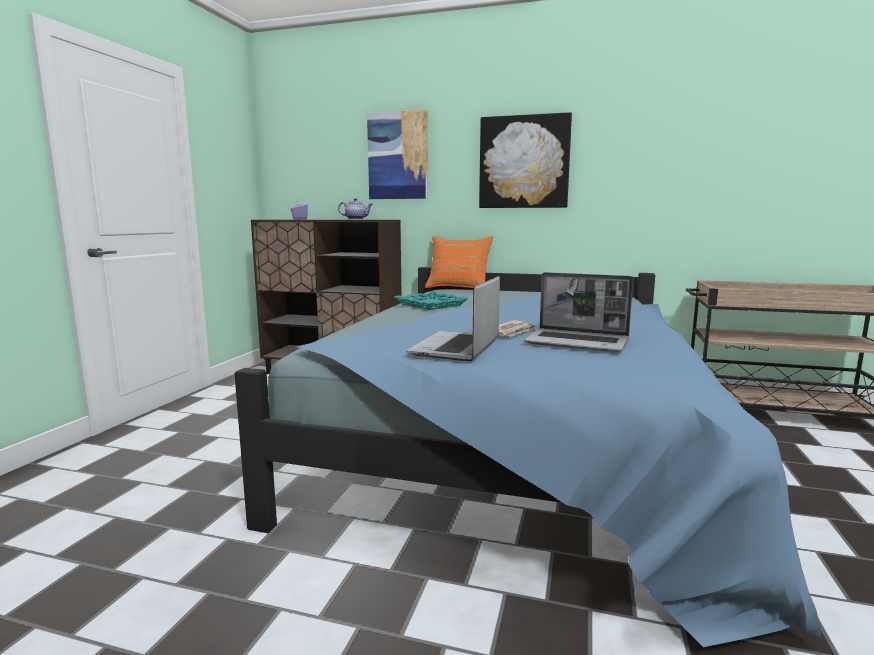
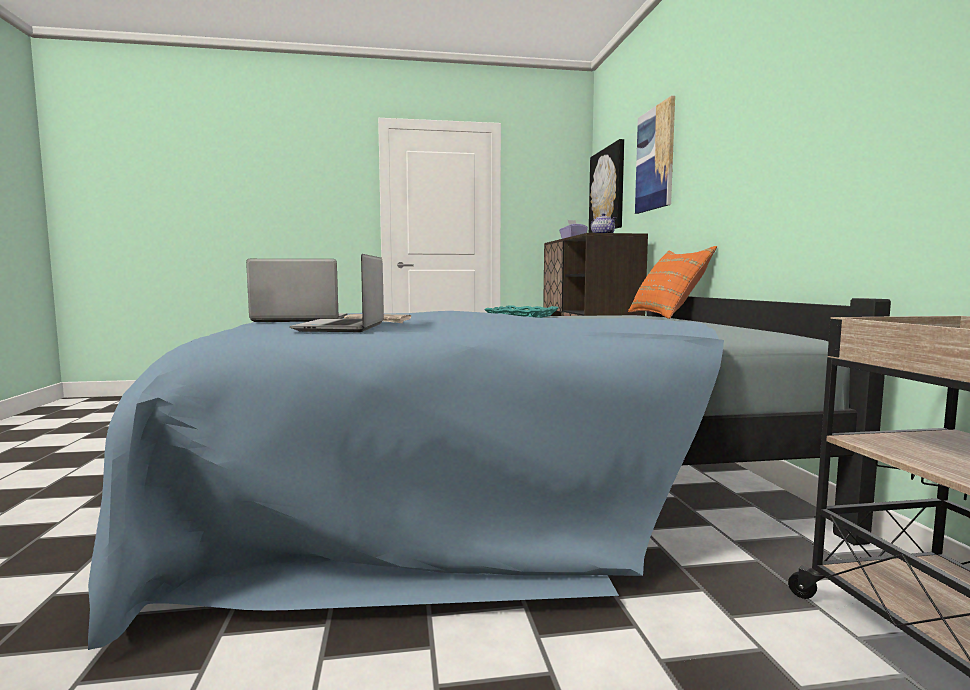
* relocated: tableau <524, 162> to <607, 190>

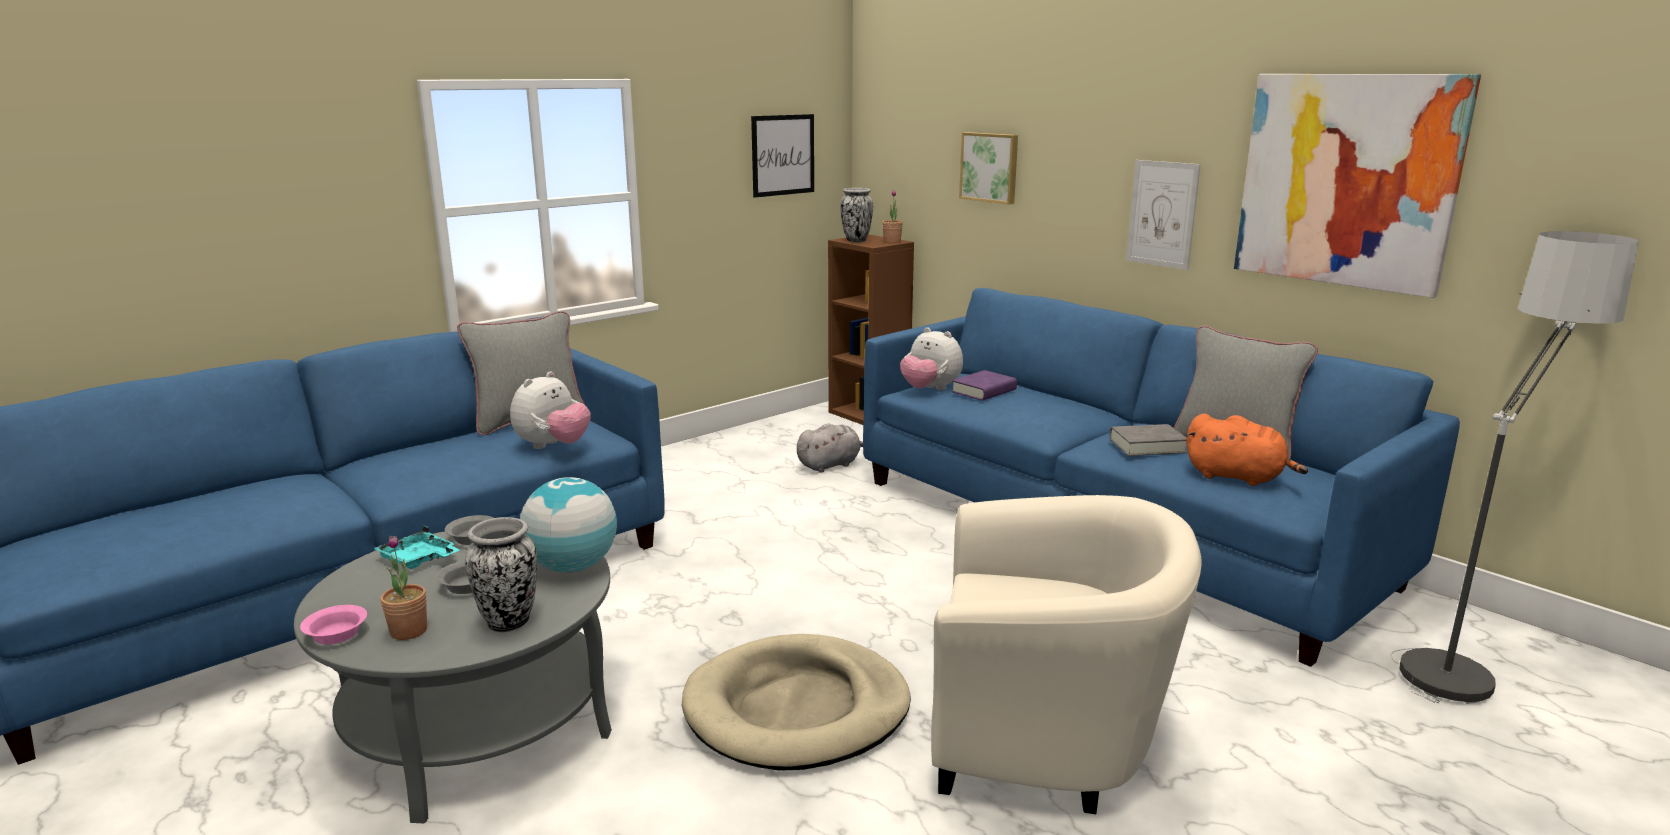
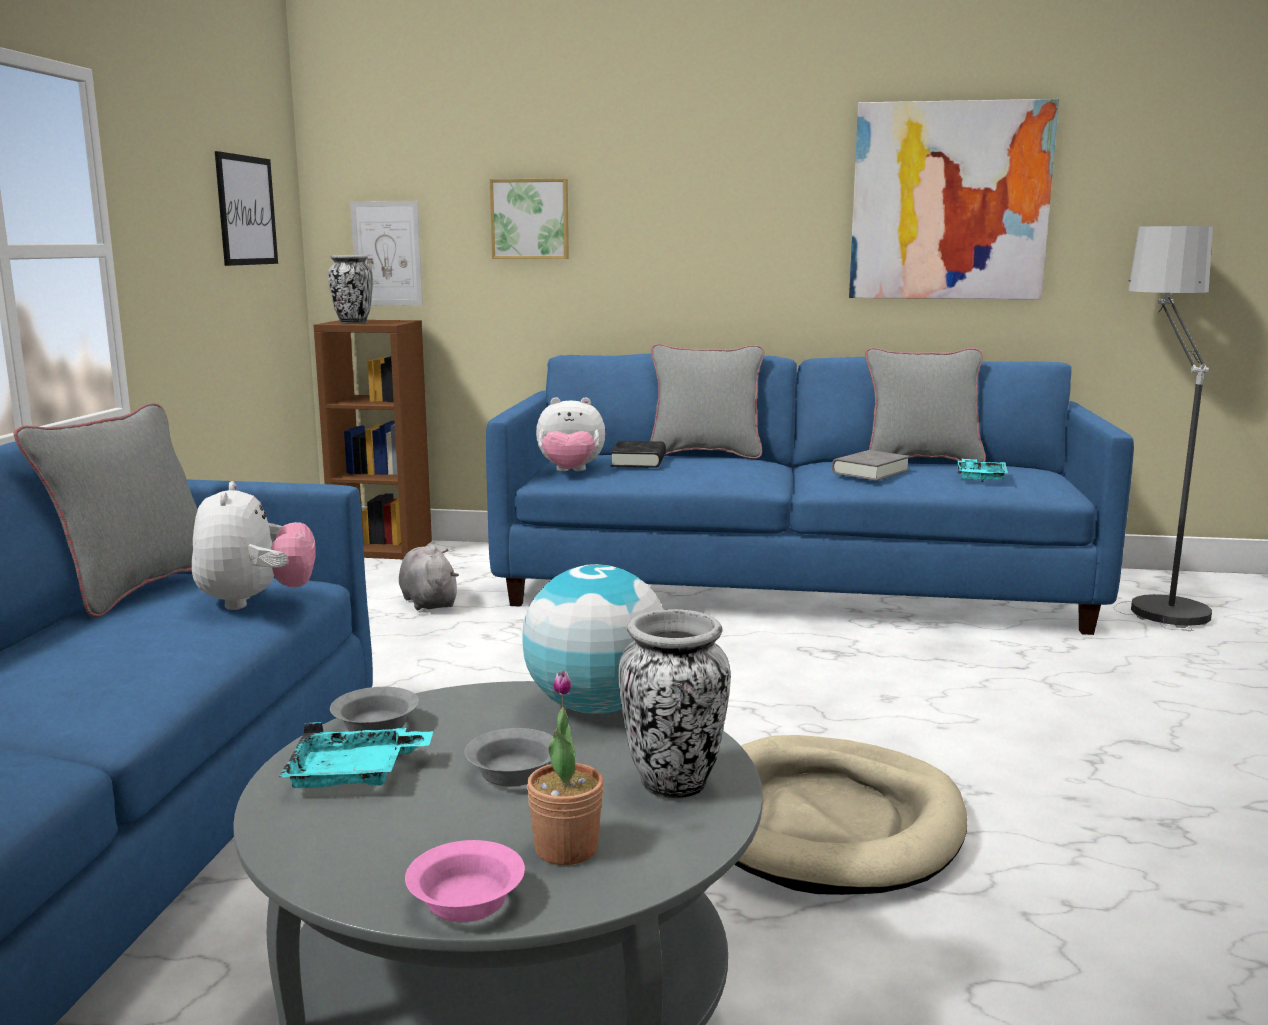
* relocated: tableau <1162, 214> to <387, 253>
* missing: plante en pot <892, 242>
* colour: livre [violet] <984, 391> to livre [noir] <638, 461>
* exchanged: peluche [orange] <1238, 477> to plateau [turquoise] <980, 478>
* spun: peluche [gris] <831, 465> = <428, 602> 45 degrees counterclockwise
* missing: fauteuil [beige] <1047, 739>
* appeared: coussin [gris] <705, 454>

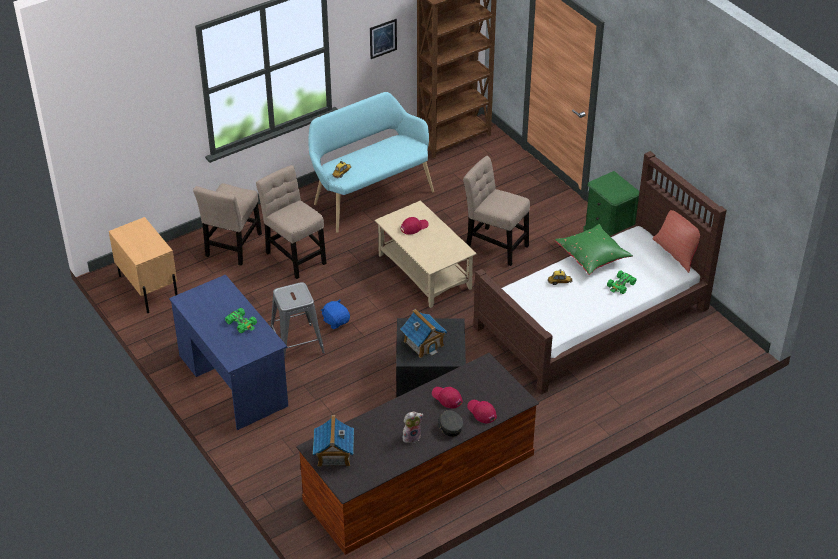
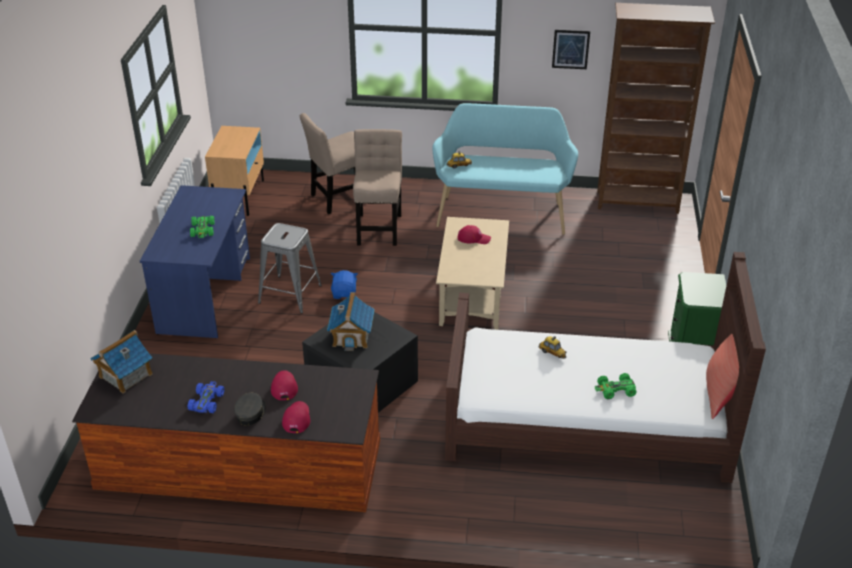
* missing: chaise [beige] <494, 245>
* missing: coussin [vert] <592, 257>
* exchanged: peluche <411, 437> to petite voiture [bleu] <206, 401>

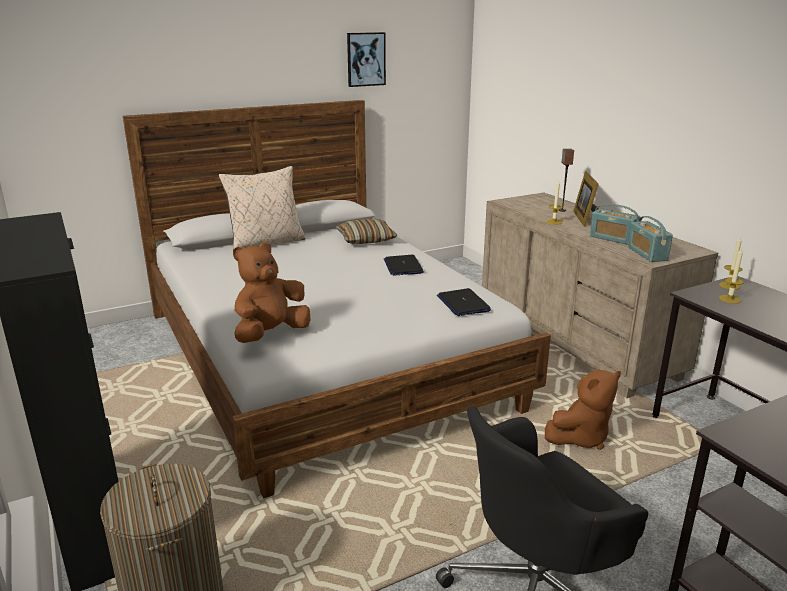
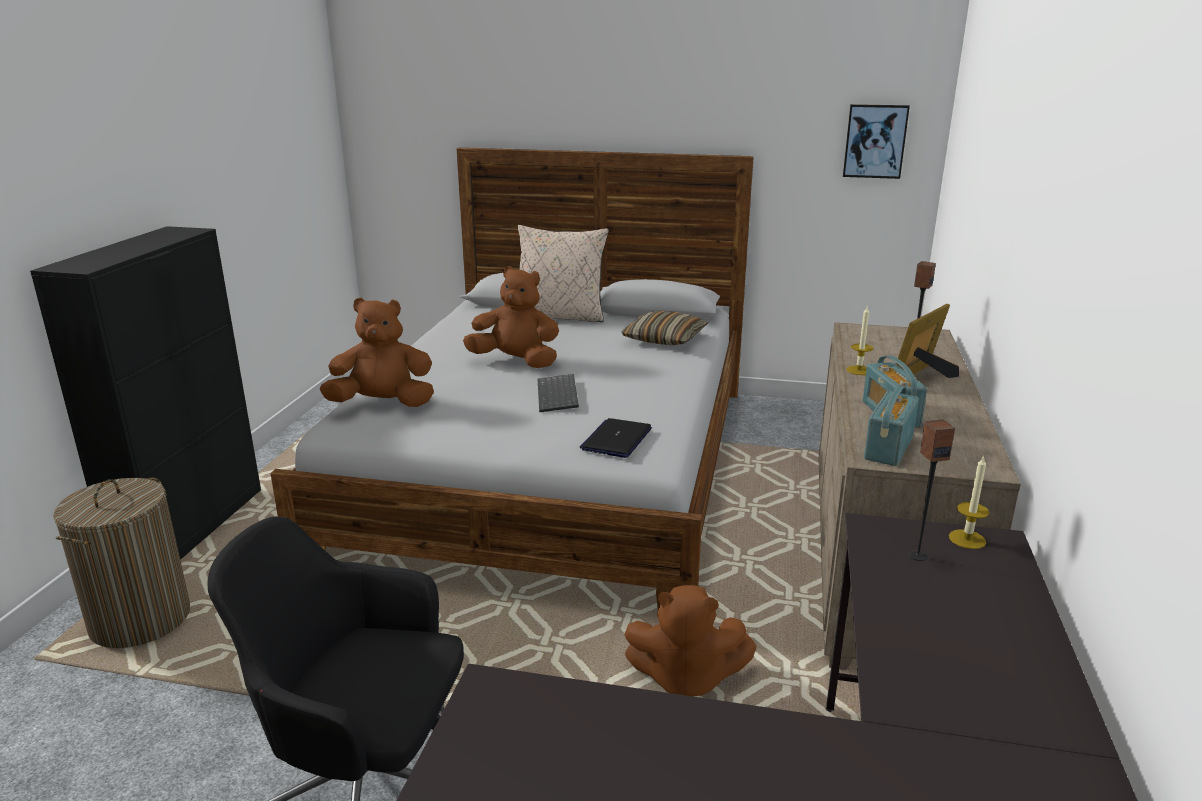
* relocated: tableau <365, 59> to <875, 141>
* exchanged: bougie <730, 299> to enceinte <917, 555>
* missing: ordinateur portable <403, 266>
* appeared: peluche [marron] <516, 362>
* appeared: clavier <559, 395>

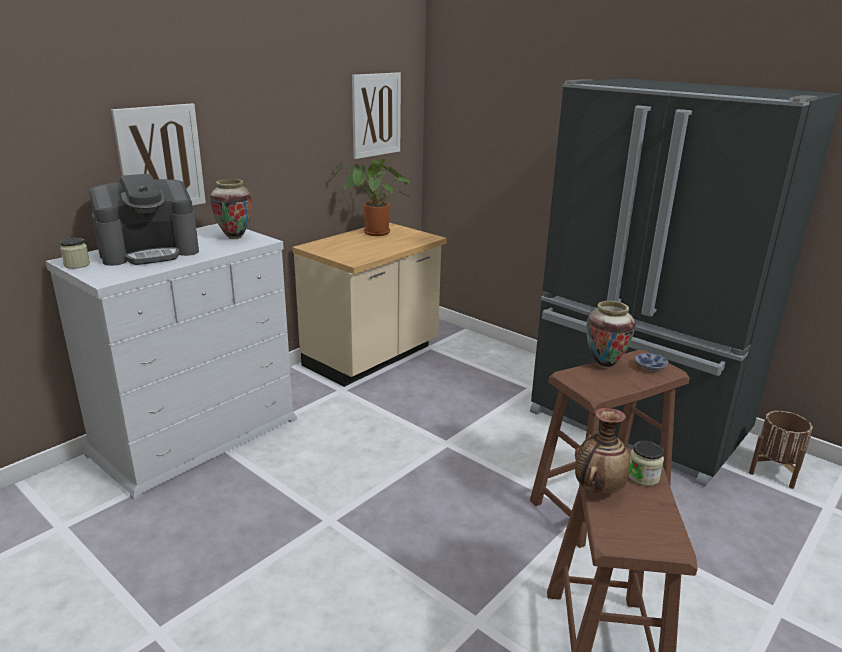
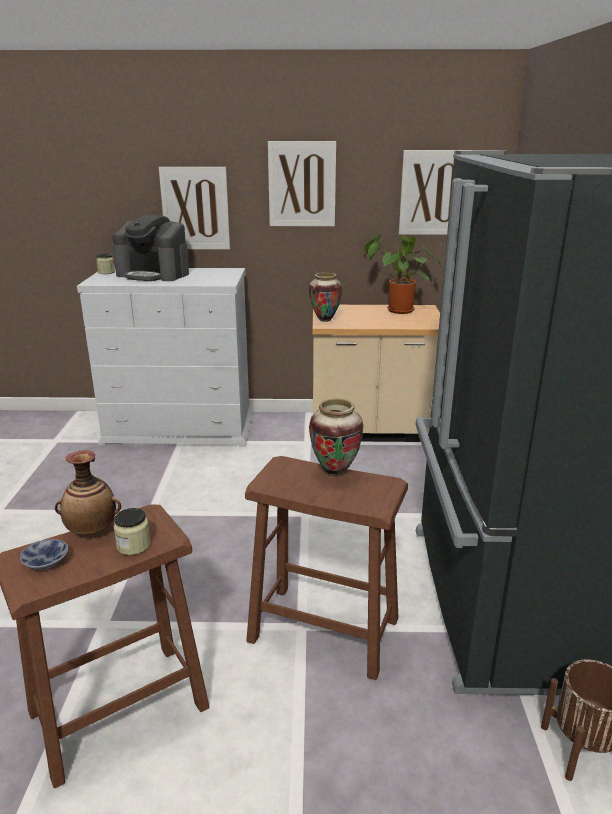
* relocated: vase <235, 237> to <325, 320>
* relocated: bol <651, 366> to <47, 562>
* appeared: tableau <302, 184>

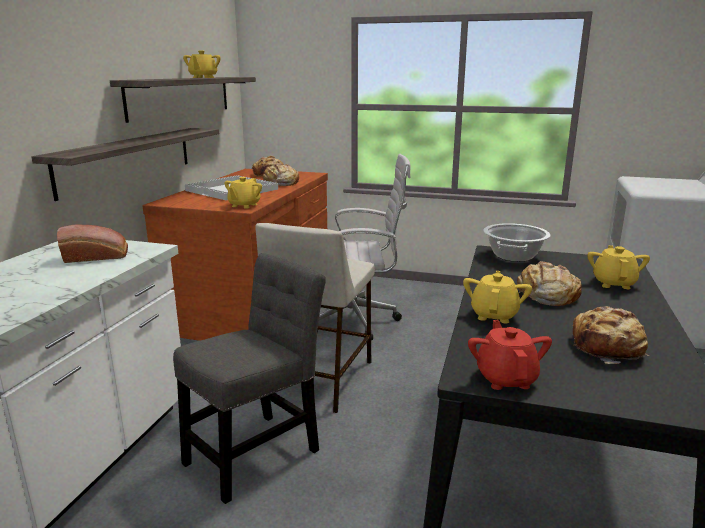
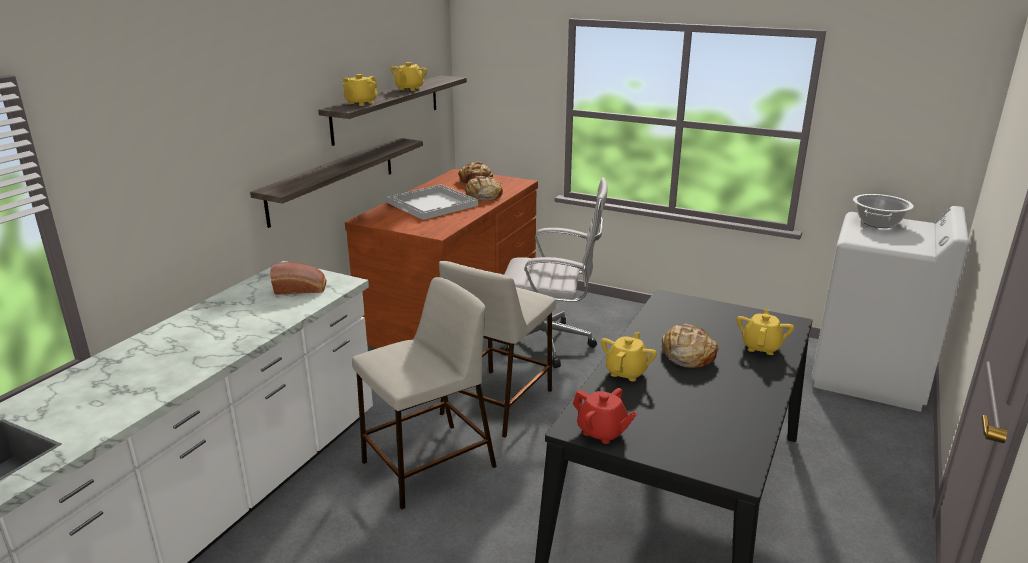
* relocated: théière [jaune] <244, 205> to <361, 103>
* relocated: marmite <513, 256> to <878, 223>
* exchanged: chaise [gris] <257, 452> to tabouret [beige] <427, 465>
* missing: pain <608, 348>
* spun: théière [rouge] <506, 378> = <602, 432> 120 degrees clockwise

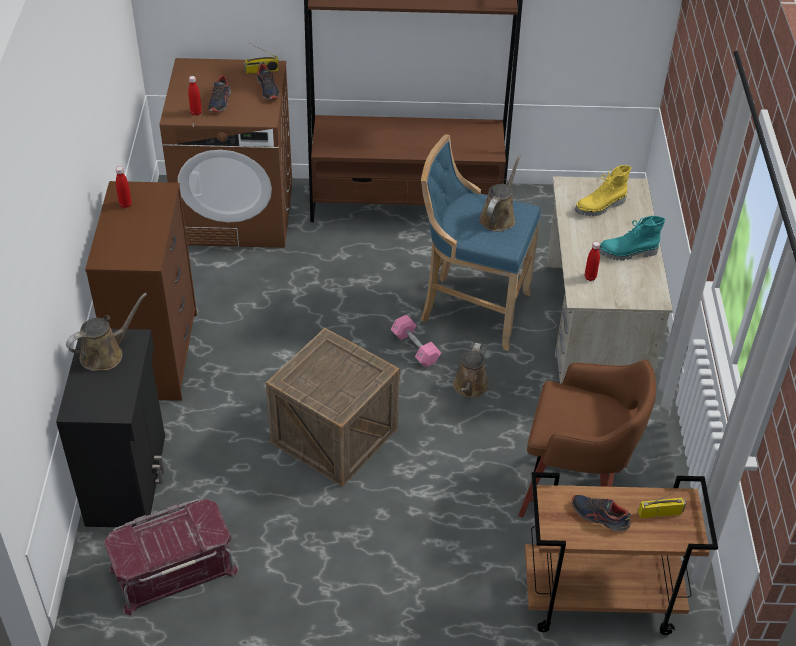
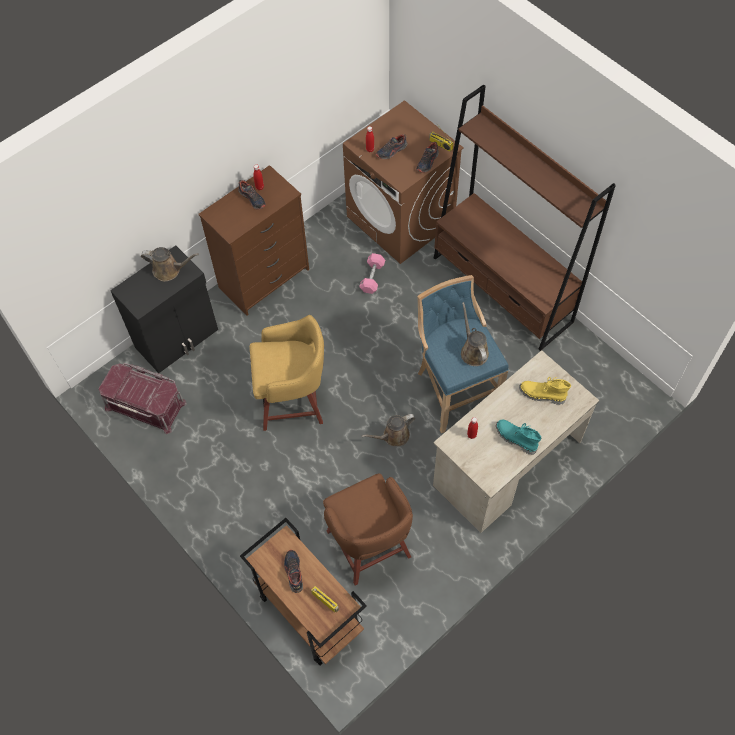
* spun: arrosoir [marron] <498, 217> = <473, 351> 90 degrees counterclockwise
* relocated: haltère [rose] <415, 348> to <372, 277>
* exchanged: caisse <334, 435> to tabouret [jaune] <293, 401>
* appeared: chaussure <252, 198>

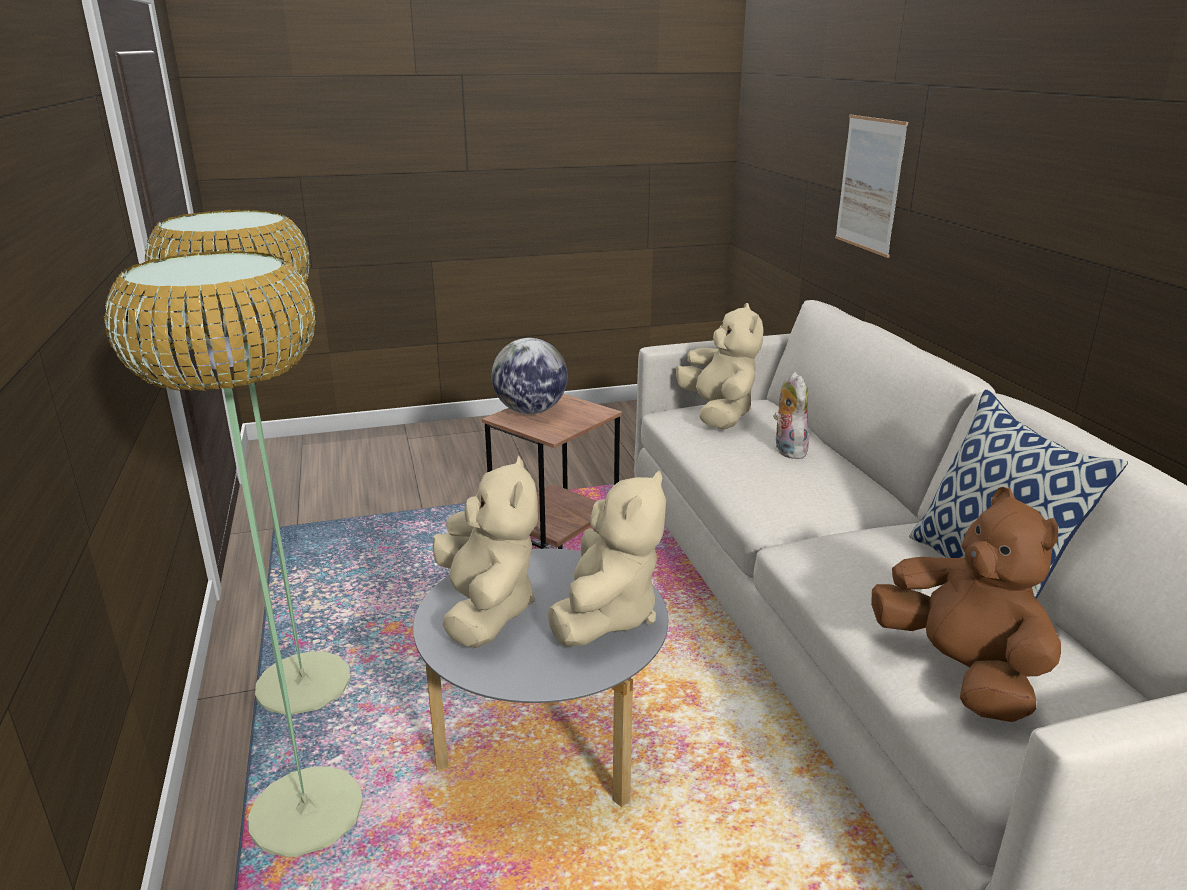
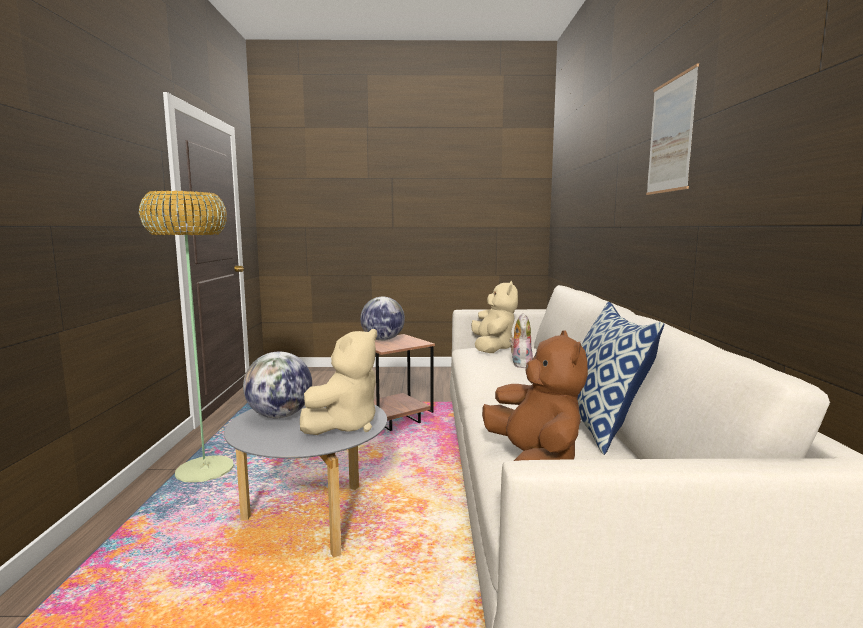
* relocated: tableau <869, 184> to <671, 136>
* missing: lampadaire <306, 811>
* exchanged: peluche [beige] <486, 609> to globe <280, 416>

